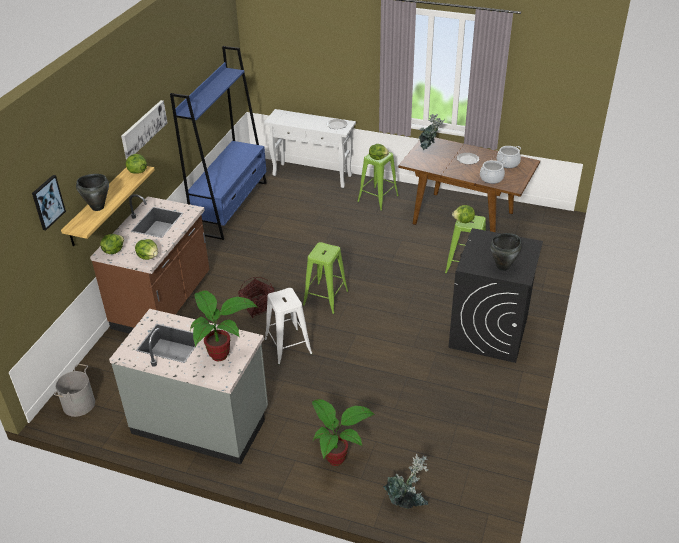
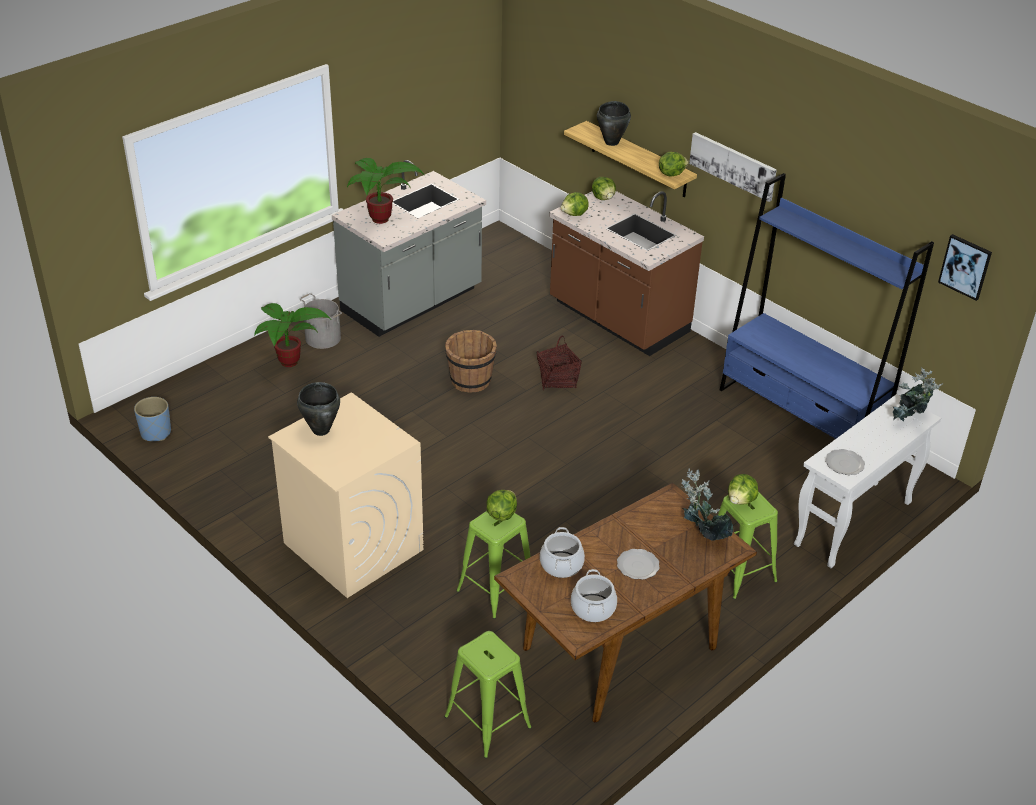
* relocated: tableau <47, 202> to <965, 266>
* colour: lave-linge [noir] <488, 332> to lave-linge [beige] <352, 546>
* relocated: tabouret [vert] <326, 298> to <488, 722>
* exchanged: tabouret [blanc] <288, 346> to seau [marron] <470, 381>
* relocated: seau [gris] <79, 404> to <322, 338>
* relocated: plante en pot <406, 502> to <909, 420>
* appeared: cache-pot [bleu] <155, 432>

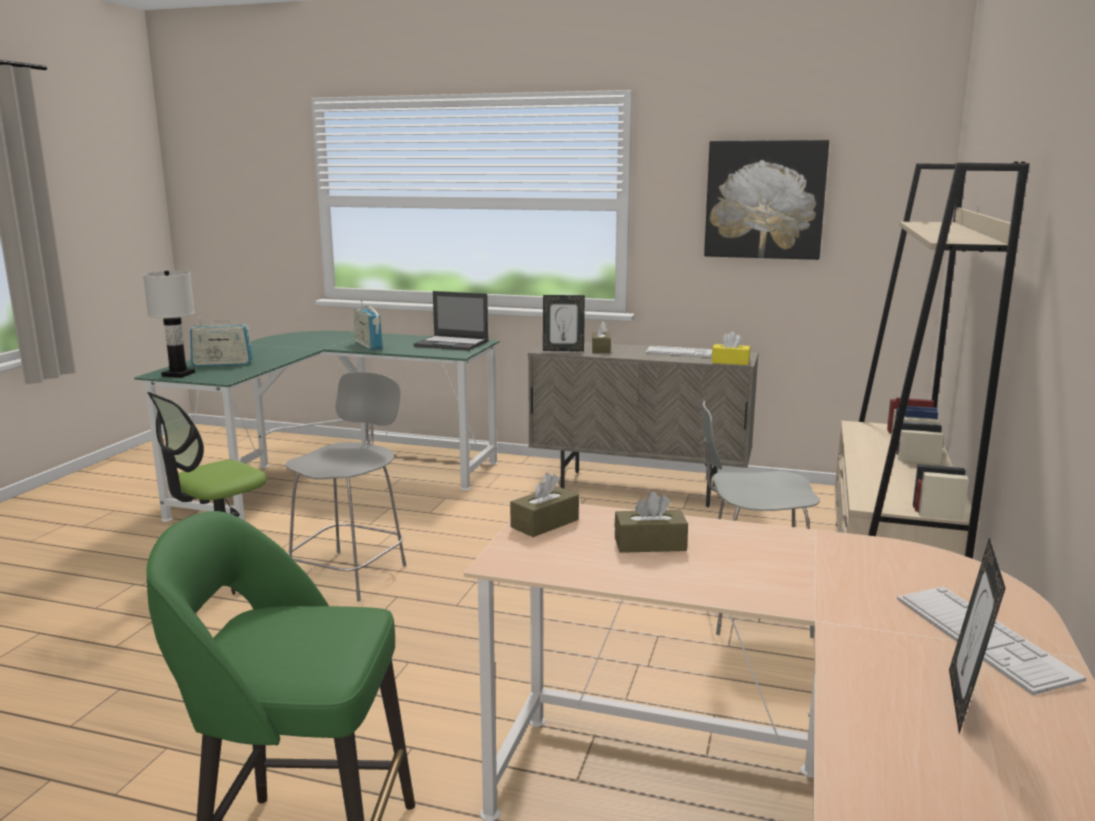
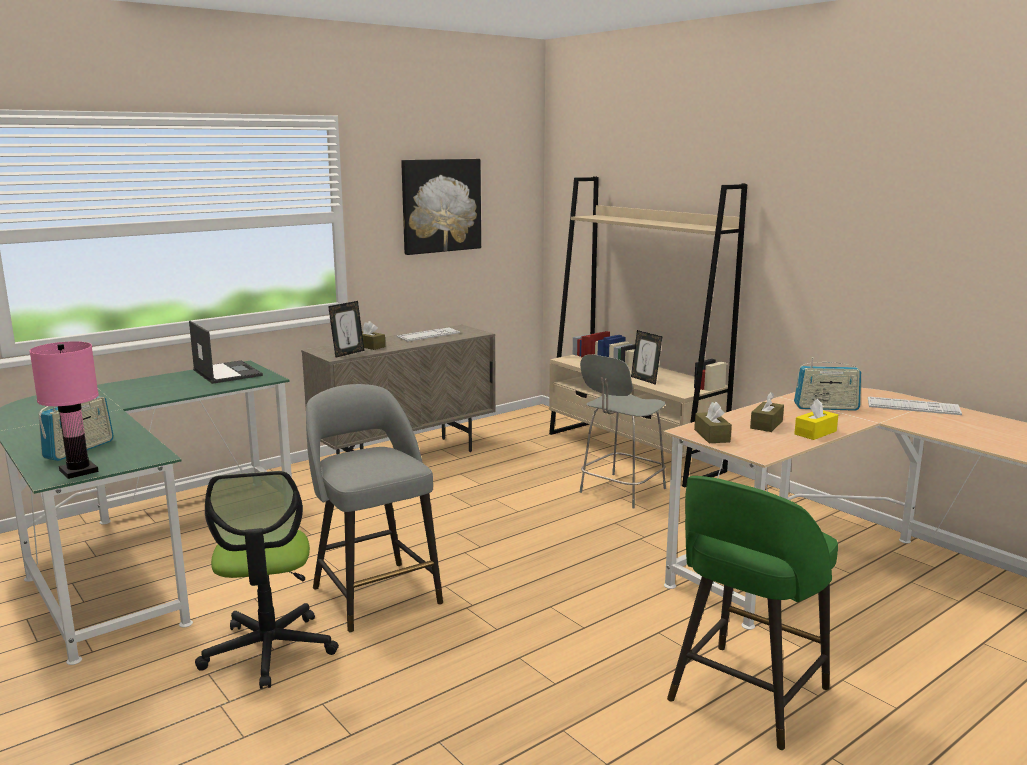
* colour: lampe de table [blanc] <178, 374> to lampe de table [rose] <78, 471>
* spun: ordinateur portable <452, 344> = <226, 372> 90 degrees counterclockwise
* relocated: radio <369, 346> to <826, 407>
* relocated: boîte à mouchoirs [jaune] <730, 362> to <815, 433>
* exchanged: chaise [gris] <351, 573> to tabouret [gris] <375, 593>
* relocated: cadre photo <964, 702> to <645, 380>

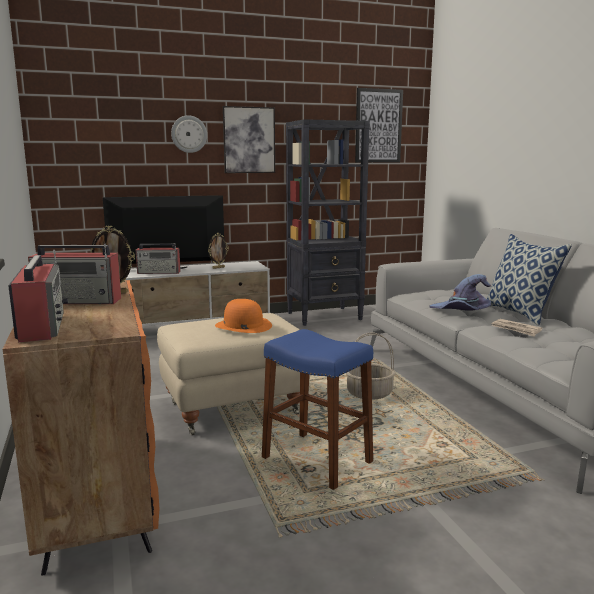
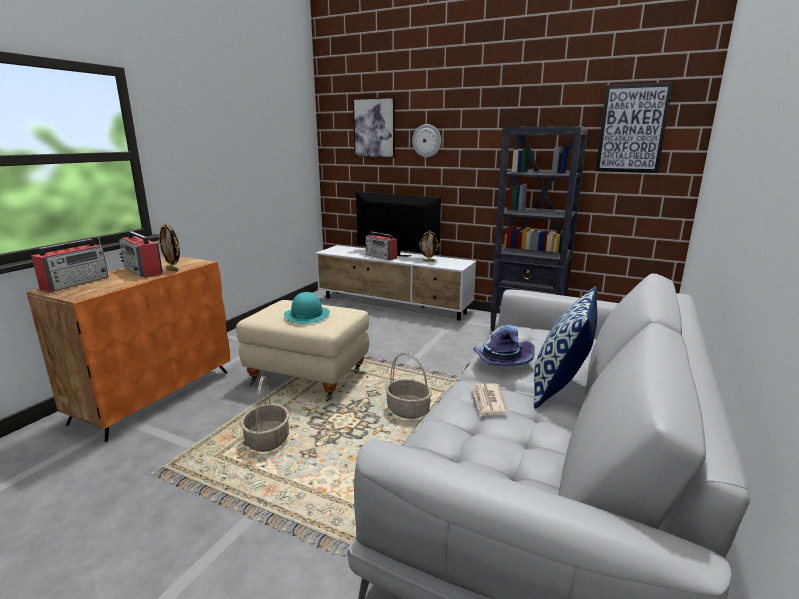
* relocated: tableau <249, 140> to <374, 128>
* colour: chapeau [orange] <243, 325> to chapeau [turquoise] <307, 315>
* exchanged: tabouret [bleu] <317, 460> to panier <267, 440>

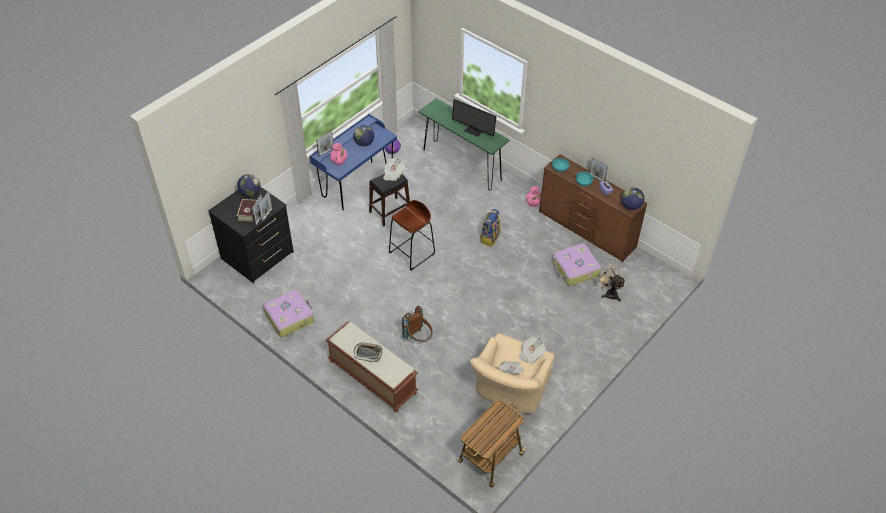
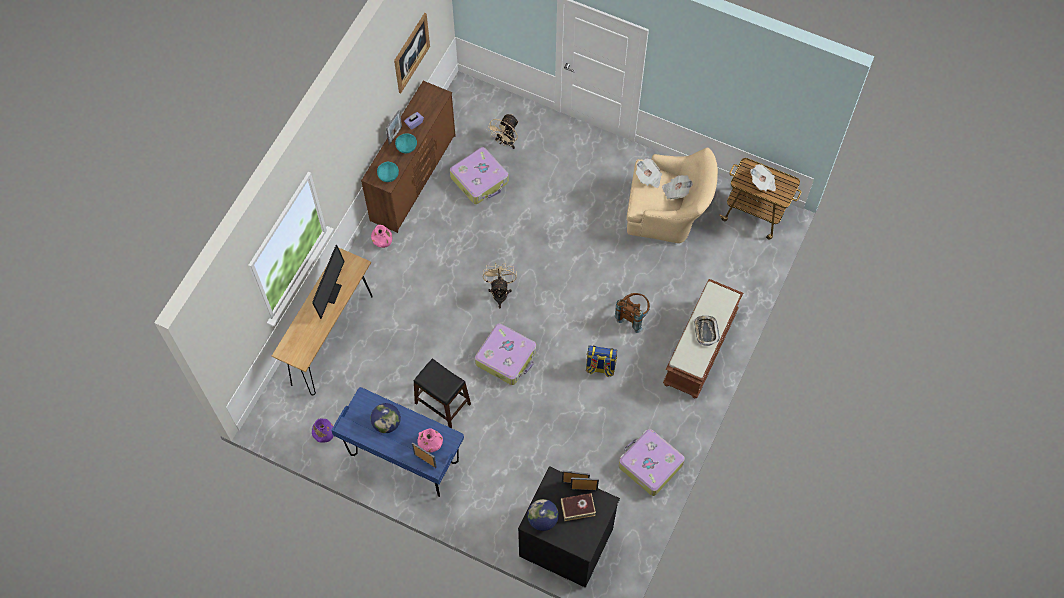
* colour: table console [vert] <462, 165> to table console [marron] <332, 339>
* relocated: journal <393, 174> to <762, 183>
* missing: globe <631, 206>
* exchanged: tabouret [marron] <412, 253> to valise <506, 357>
* relocated: sac à dos <489, 237> to <600, 367>
* appeared: tableau <411, 53>
* appeared: ventilateur [beige] <500, 292>

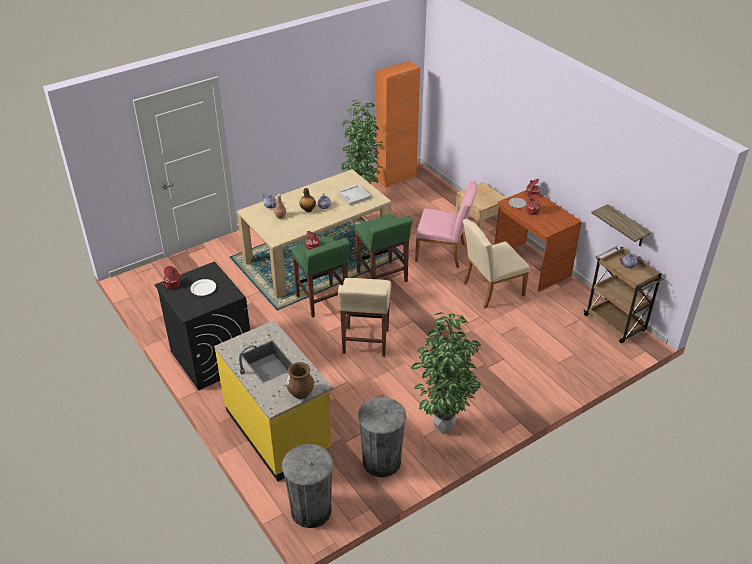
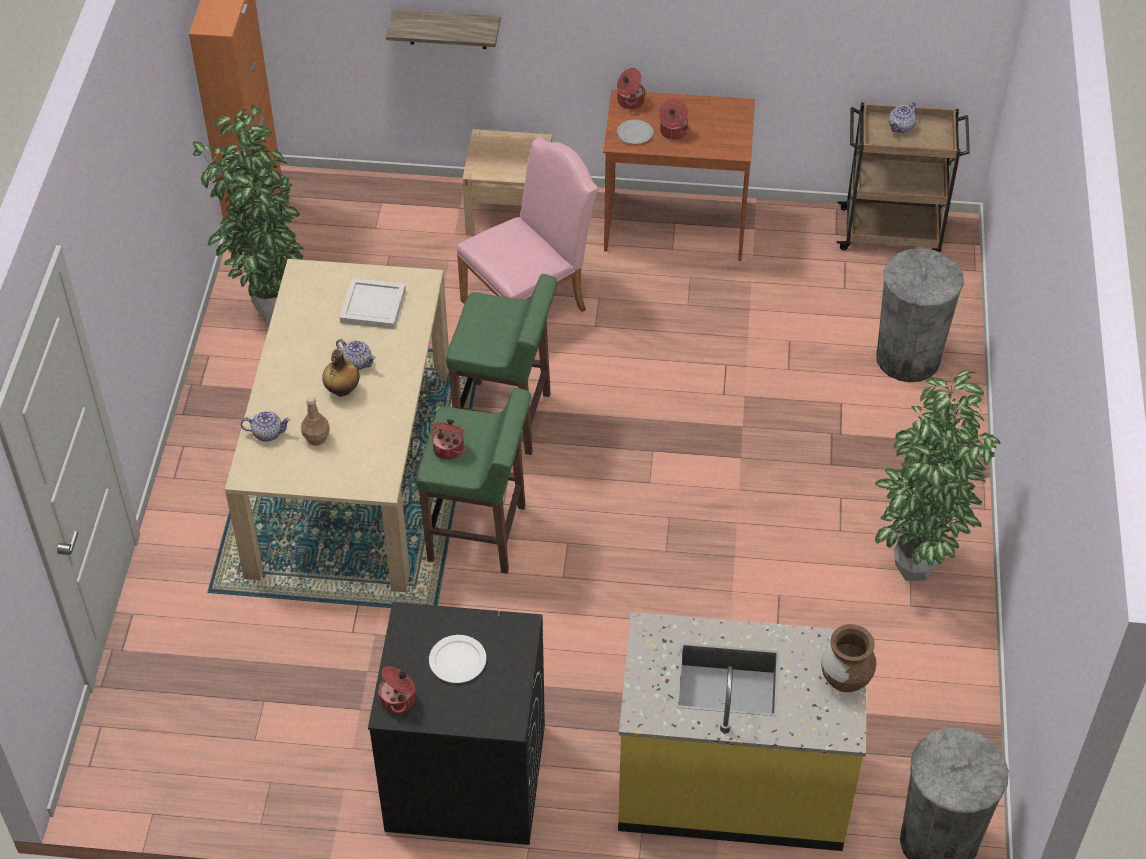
* relocated: étagère <627, 226> to <447, 29>
* missing: chaise [beige] <490, 290>
* missing: tabouret [beige] <365, 342>
* relocated: poubelle [gris] <381, 461> to <908, 358>

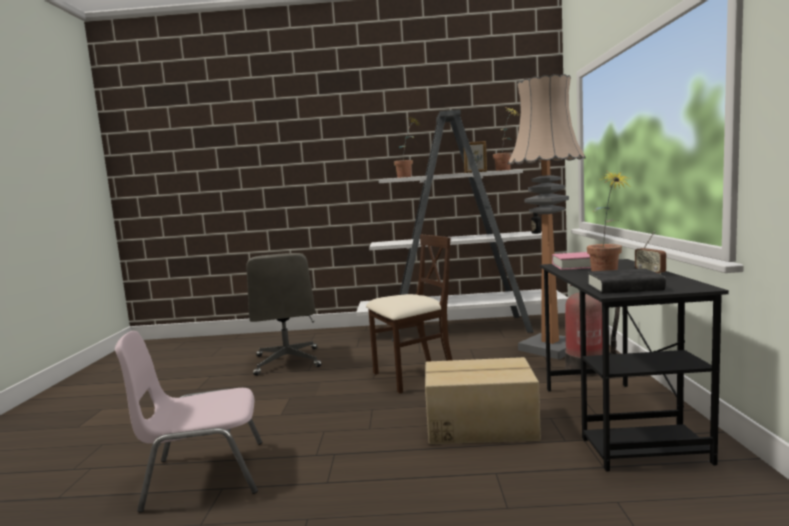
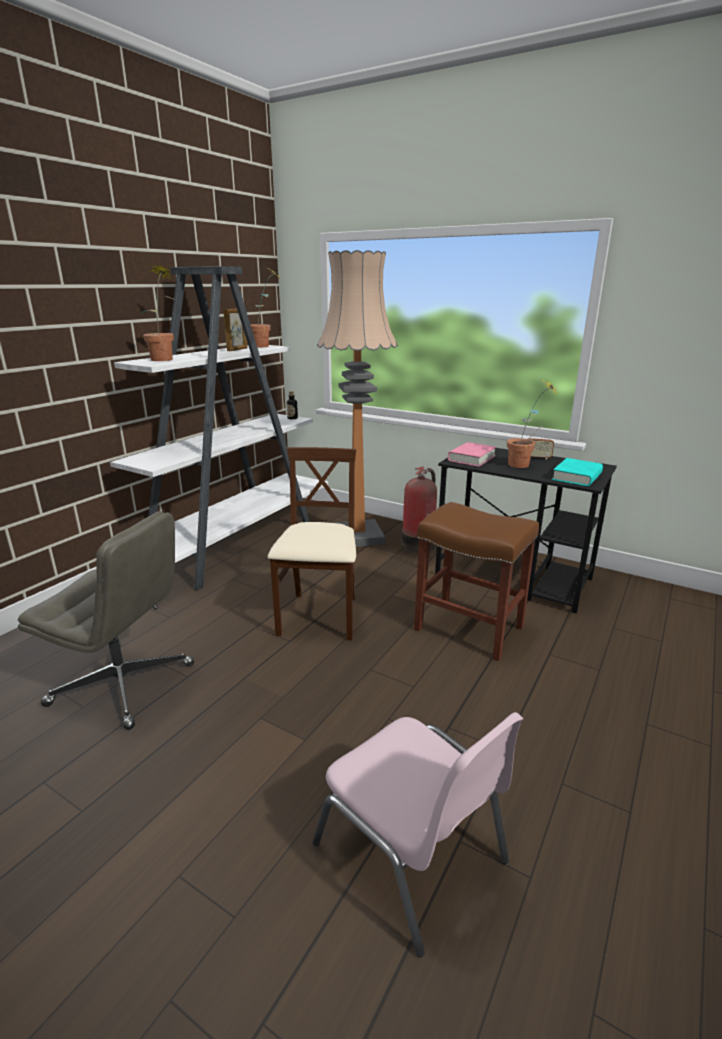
* colour: livre [noir] <624, 287> to livre [turquoise] <577, 477>
* spun: chaise [rose] <204, 475> = <412, 854> 60 degrees counterclockwise
* exchanged: carton <480, 425> to tabouret [marron] <467, 628>

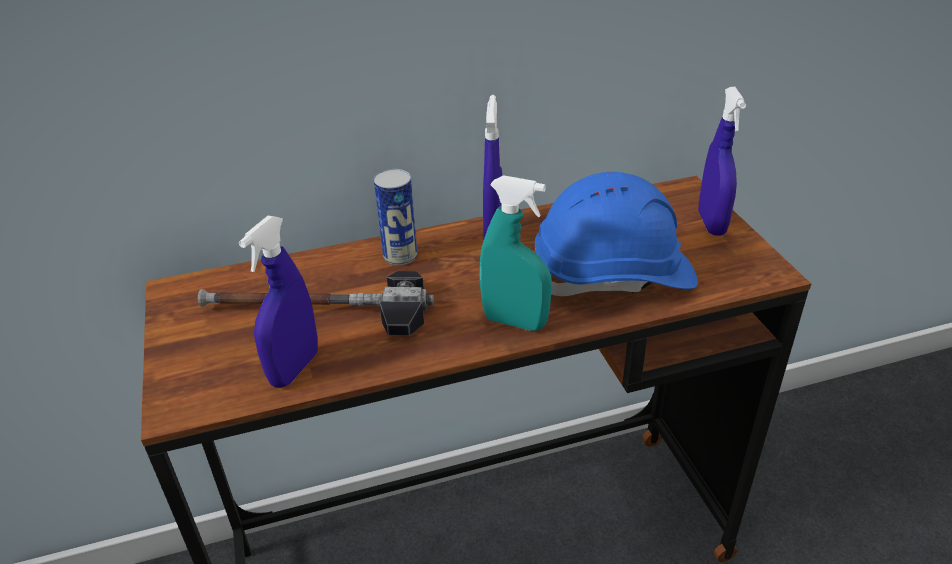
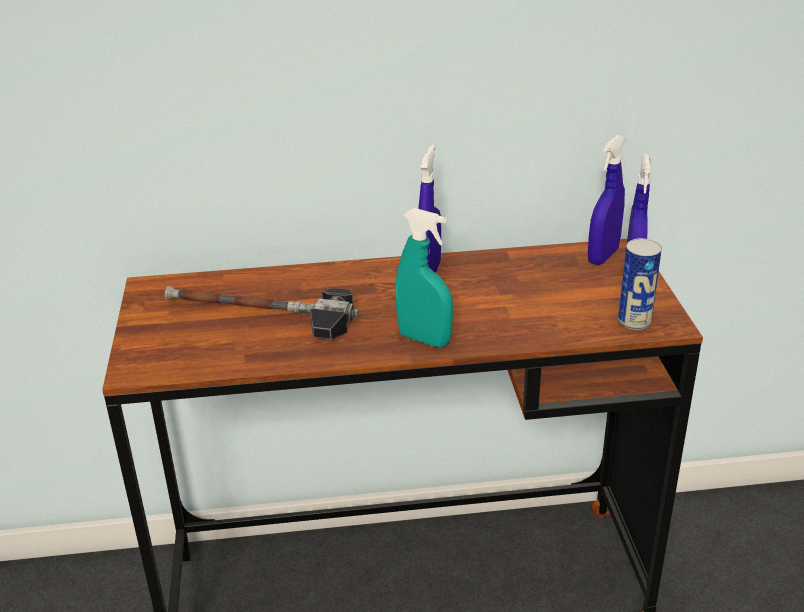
* relocated: boîte métallique <400, 256> to <634, 322>
* missing: casque de chantier [bleu] <614, 275>
* relocated: vaporisateur [bleu] <294, 368> to <603, 256>

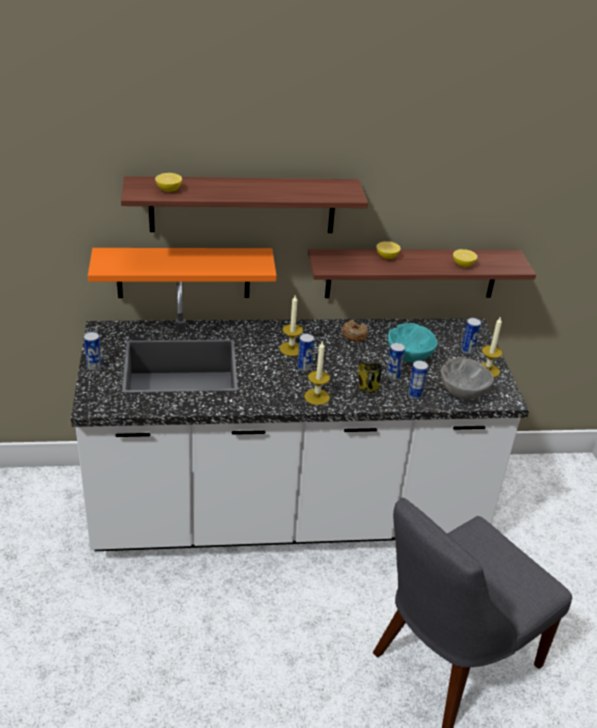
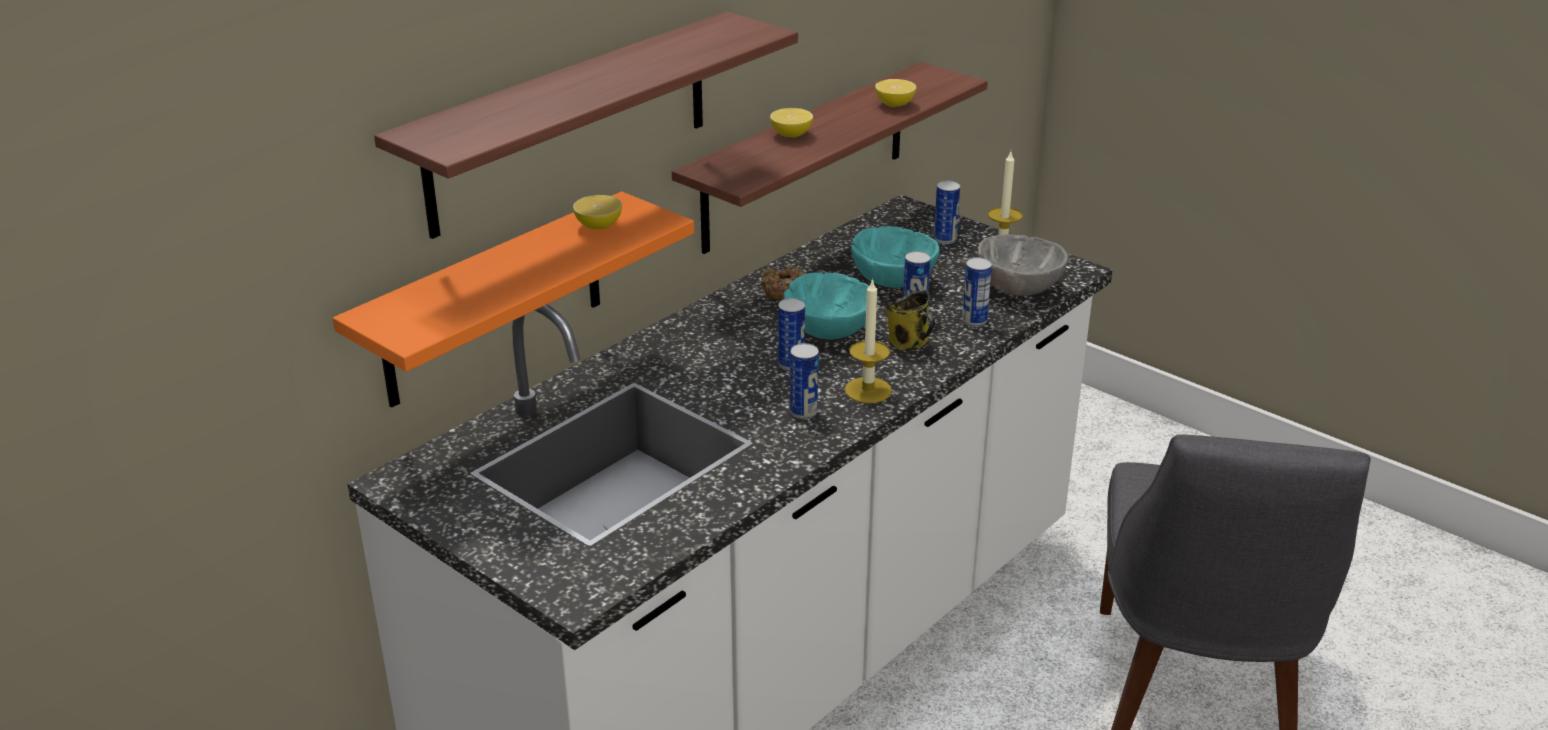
* relocated: citron <169, 190> to <598, 226>
* missing: bougie <291, 349>
* relocated: boîte métallique <94, 367> to <803, 412>
* appeared: bol [turquoise] <827, 331>

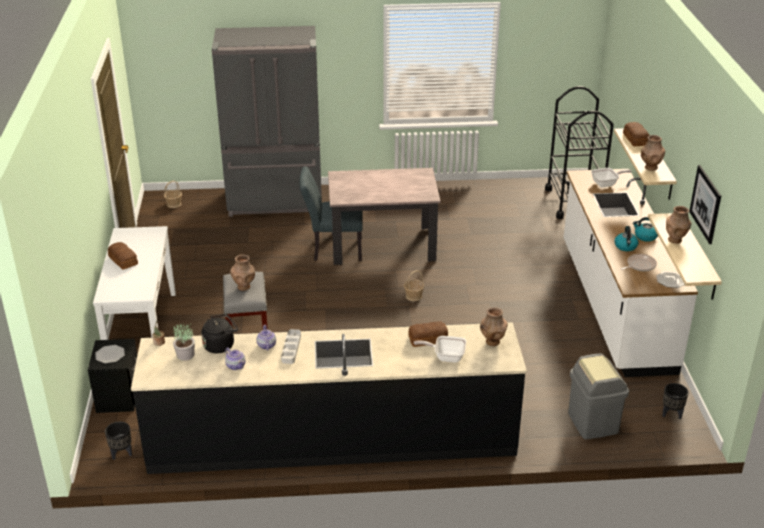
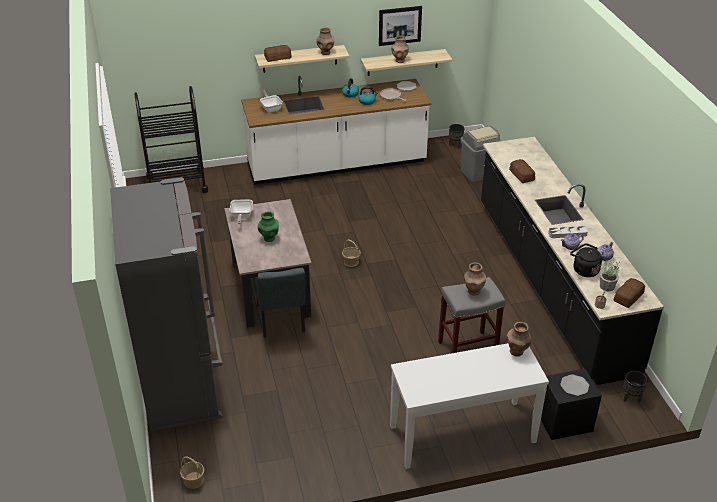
* relocated: pain <123, 260> to <627, 297>
* relocated: vase [marron] <492, 342> to <516, 352>
* relocated: poêle <445, 357> to <241, 217>
* appeared: vase [vert] <269, 238>

